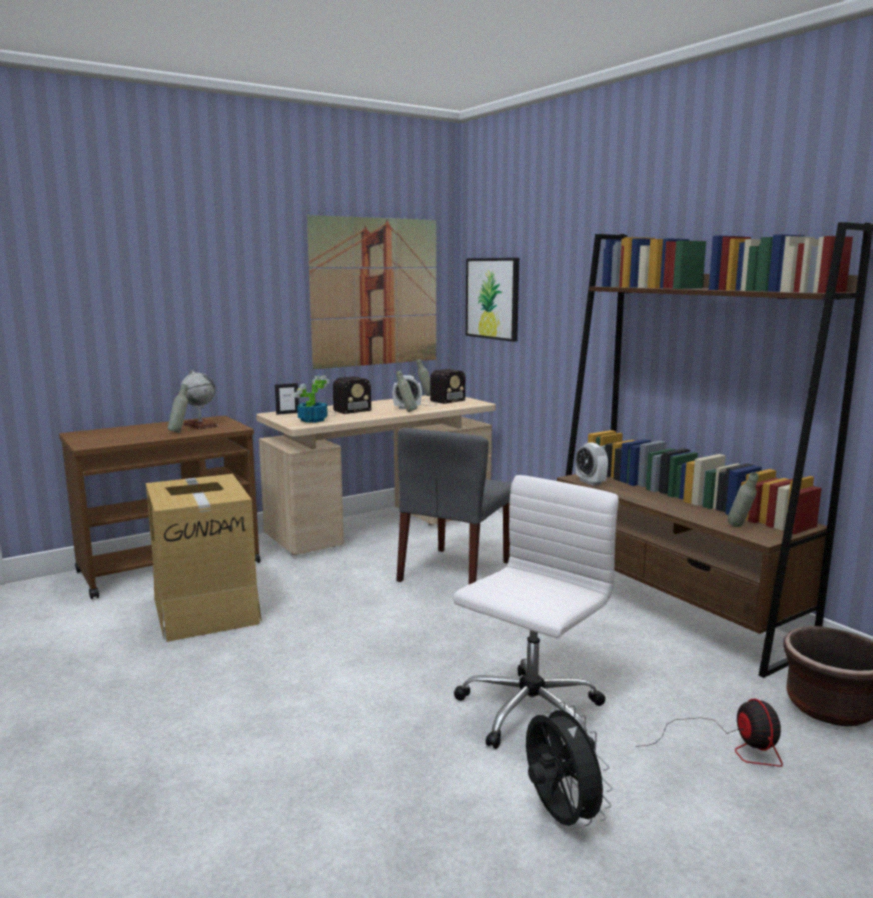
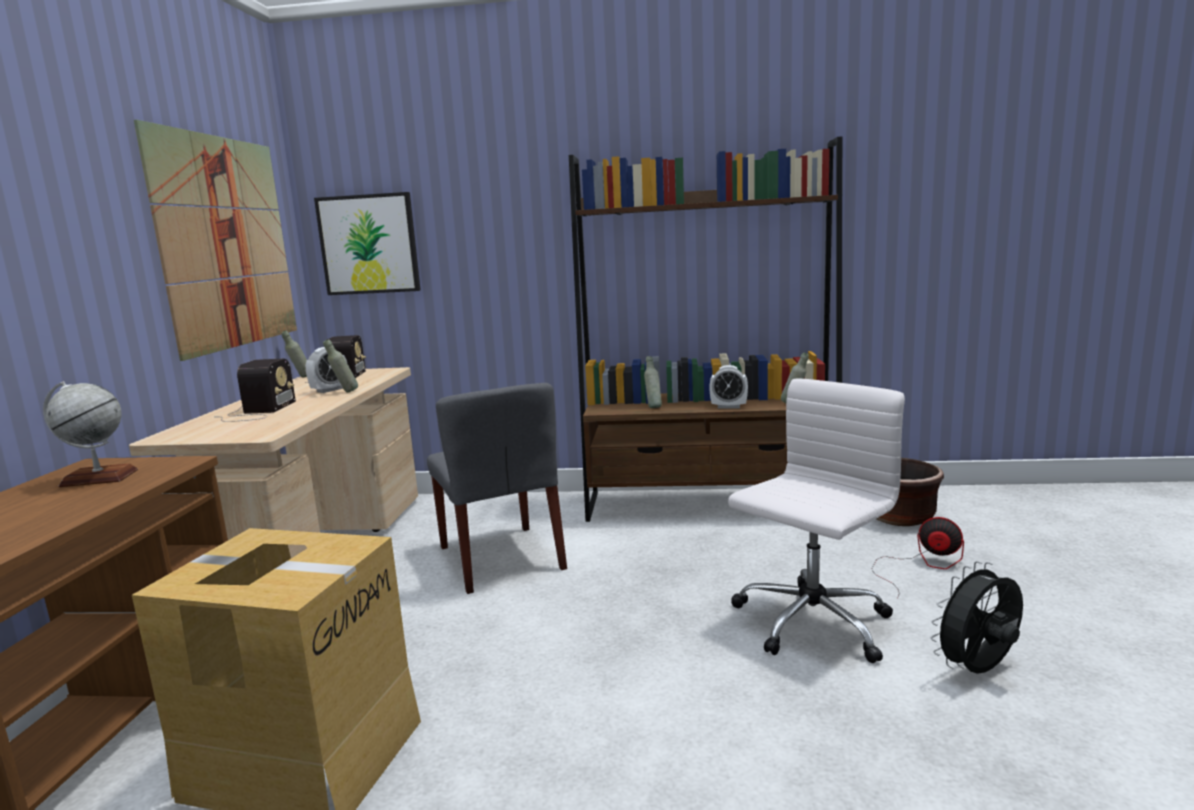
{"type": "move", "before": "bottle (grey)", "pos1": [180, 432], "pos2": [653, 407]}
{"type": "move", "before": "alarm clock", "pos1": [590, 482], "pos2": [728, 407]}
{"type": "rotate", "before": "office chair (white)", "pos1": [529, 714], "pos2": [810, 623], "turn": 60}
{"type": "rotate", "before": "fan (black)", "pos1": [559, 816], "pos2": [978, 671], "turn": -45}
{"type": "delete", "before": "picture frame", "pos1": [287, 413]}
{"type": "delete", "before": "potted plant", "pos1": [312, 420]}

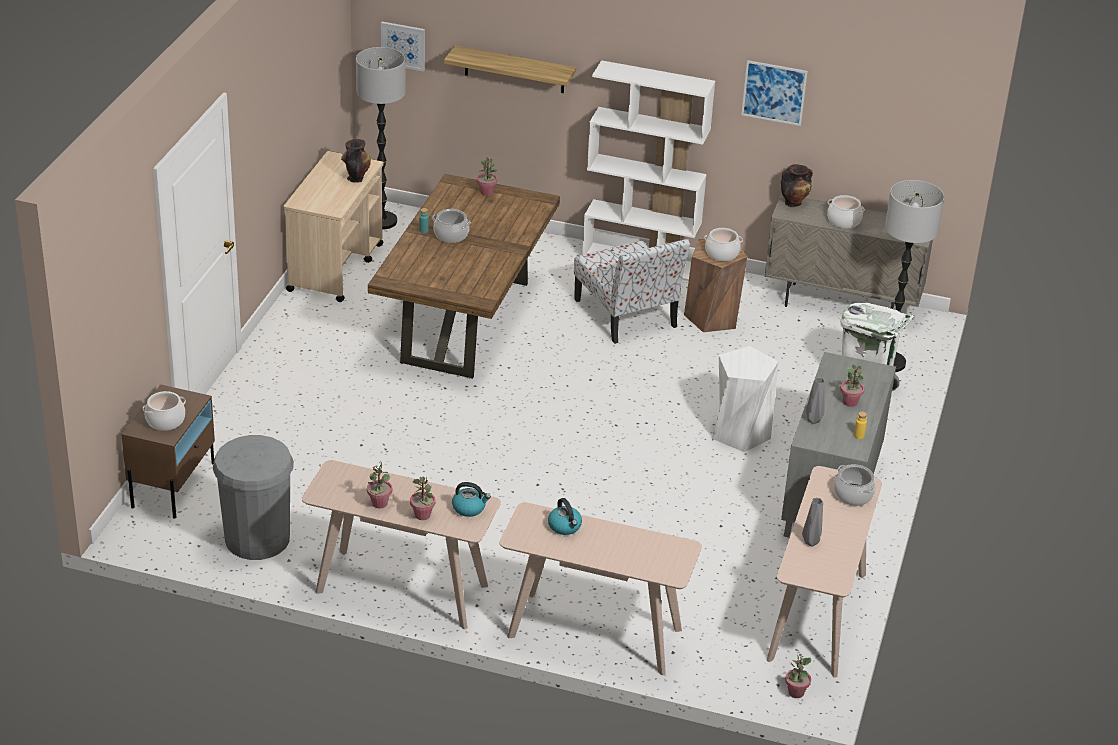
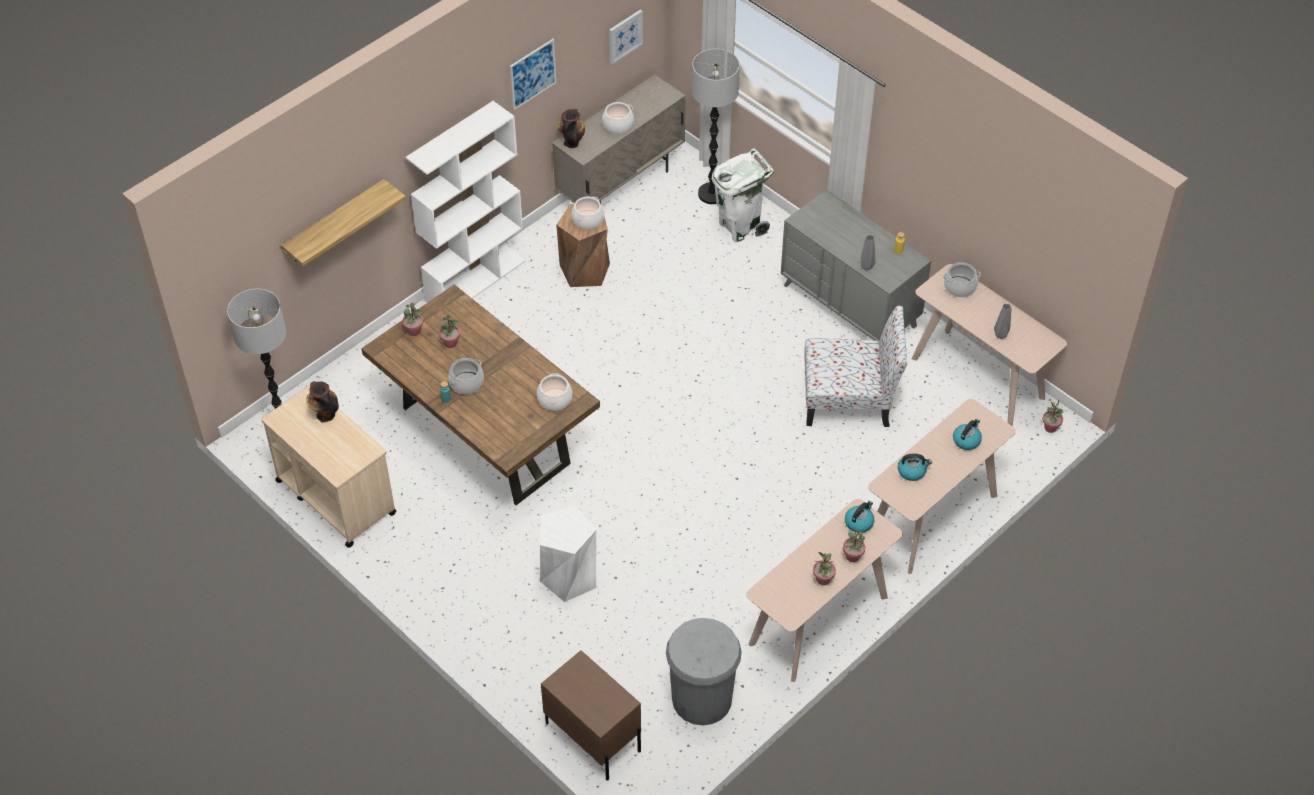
{"type": "move", "before": "potted plant", "pos1": [850, 402], "pos2": [450, 343]}
{"type": "move", "before": "cooking pot", "pos1": [165, 421], "pos2": [555, 399]}
{"type": "move", "before": "stool (white)", "pos1": [740, 433], "pos2": [569, 577]}
{"type": "move", "before": "picture", "pos1": [403, 45], "pos2": [625, 36]}
{"type": "move", "before": "chair", "pos1": [627, 315], "pos2": [849, 399]}
{"type": "insert", "after": "kettle", "pos2": [966, 440]}

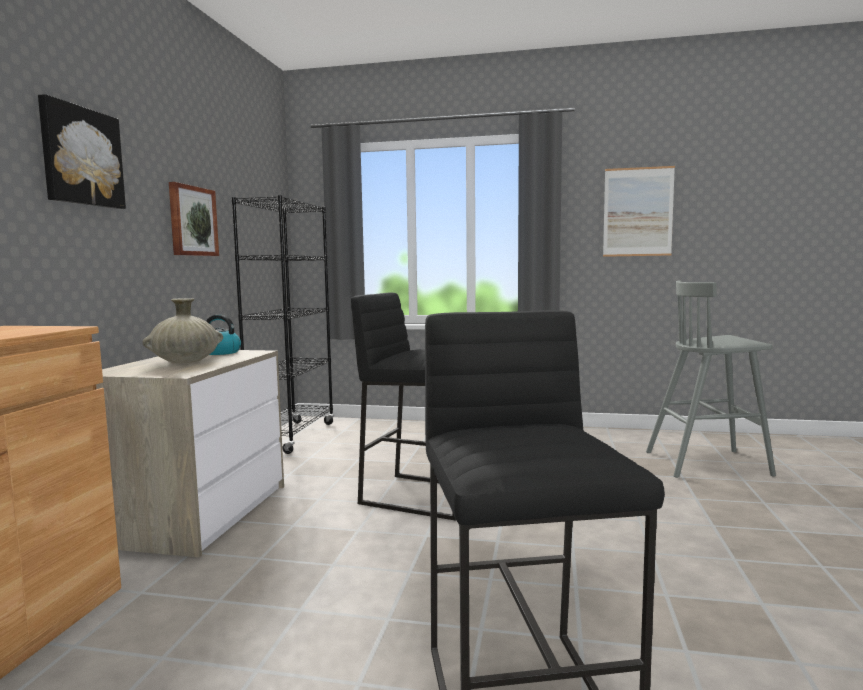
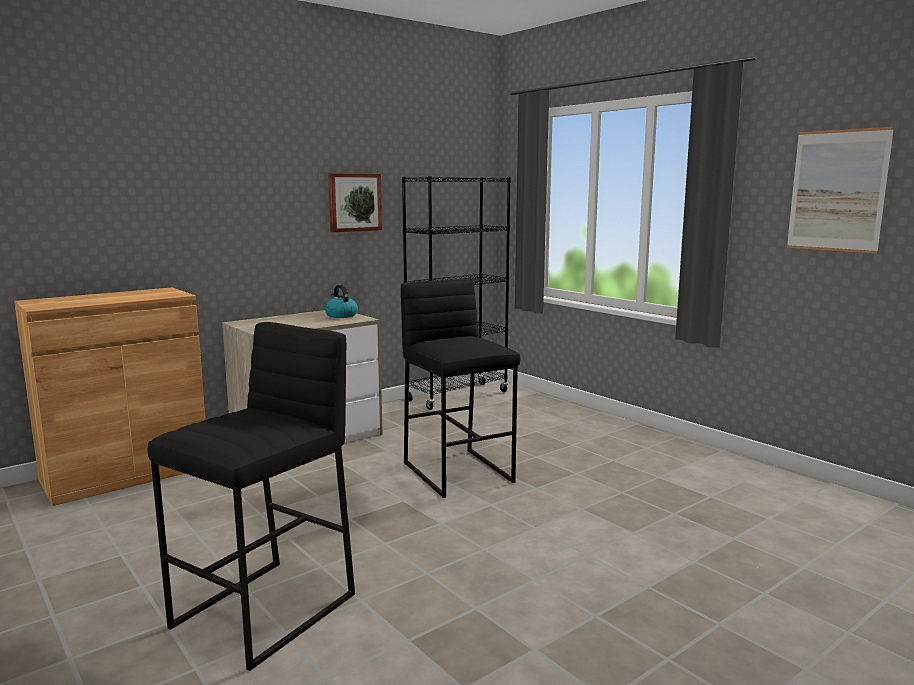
{"type": "delete", "before": "picture", "pos1": [81, 157]}
{"type": "delete", "before": "vase (beige)", "pos1": [185, 362]}
{"type": "delete", "before": "stool (grey)", "pos1": [709, 463]}

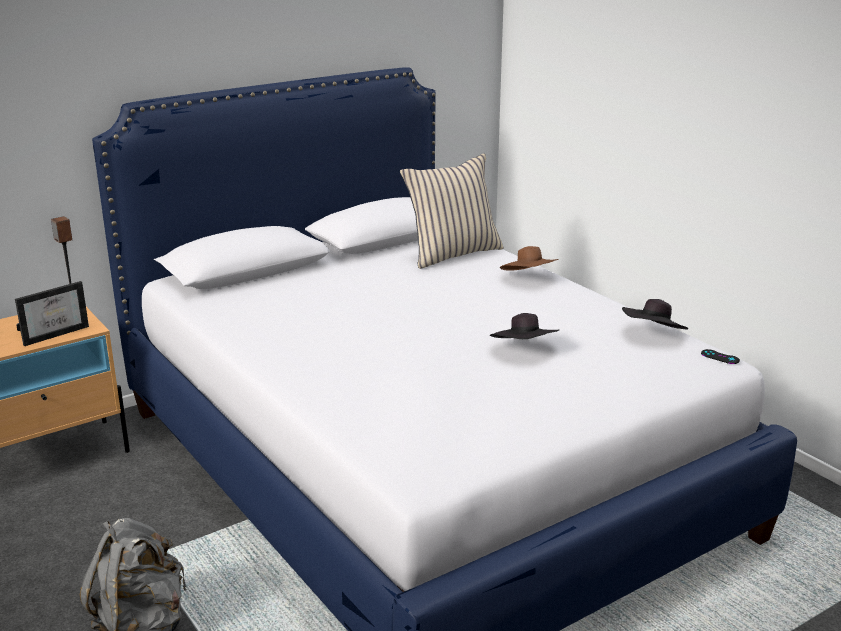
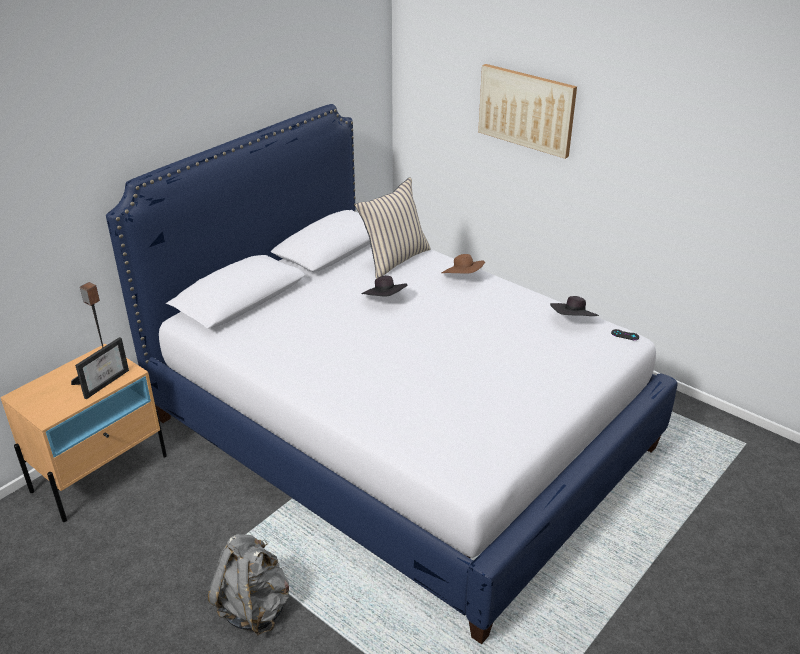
{"type": "move", "before": "hat (black)", "pos1": [524, 350], "pos2": [385, 300]}
{"type": "insert", "after": "picture", "pos2": [526, 109]}

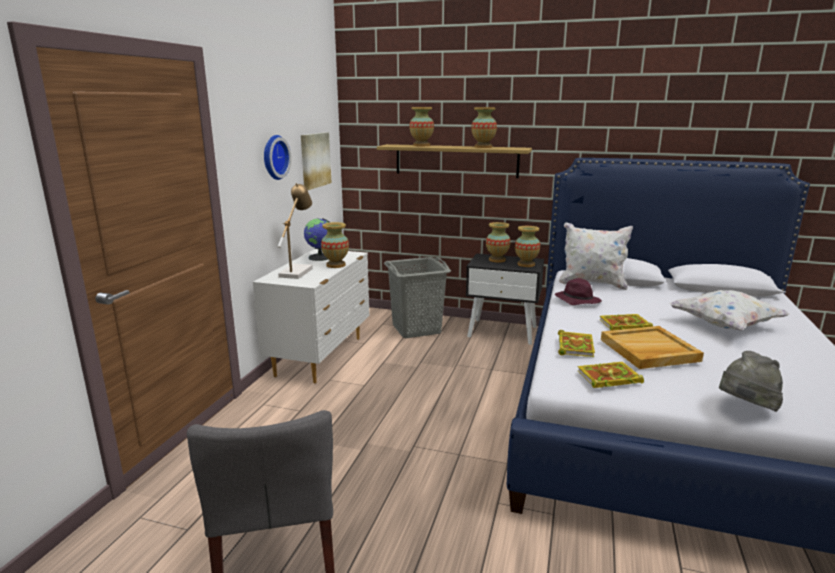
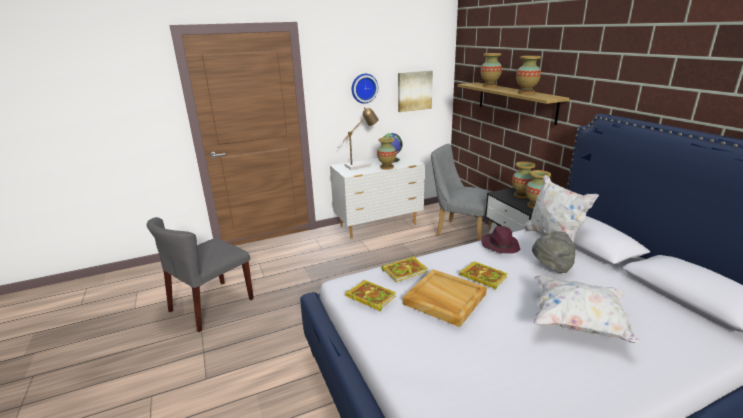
{"type": "replace", "before": "laundry basket (grey)", "after": "chair (grey)", "pos1": [416, 329], "pos2": [459, 231]}
{"type": "move", "before": "hat (grey)", "pos1": [745, 408], "pos2": [551, 267]}

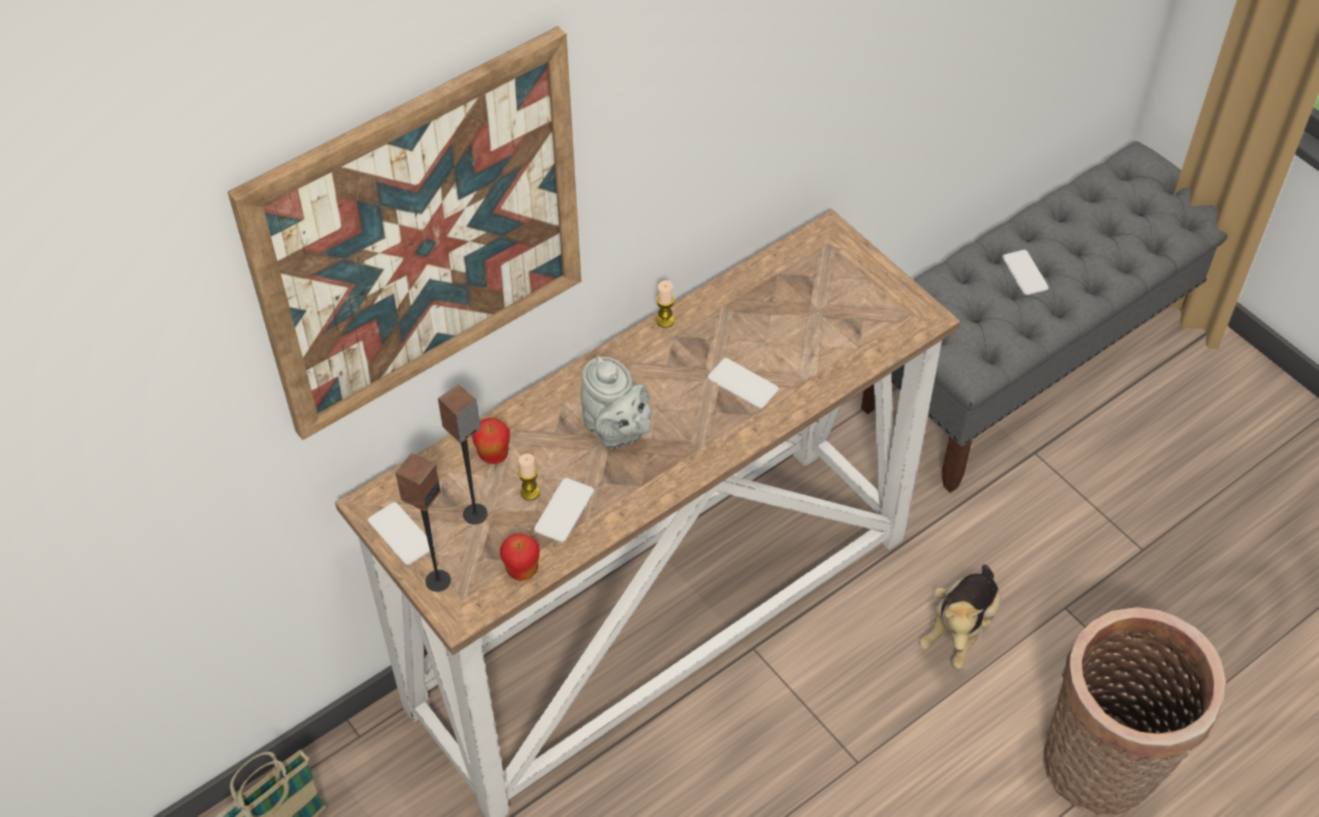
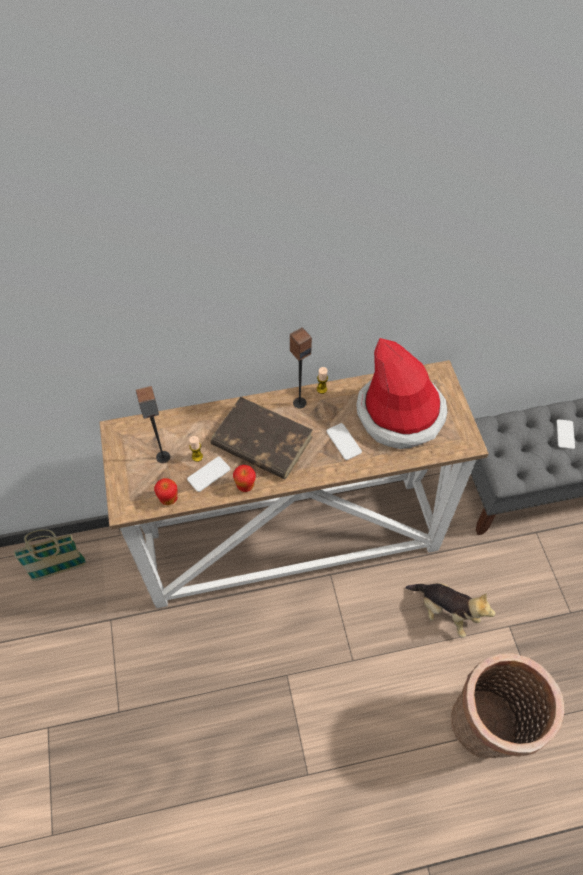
{"type": "replace", "before": "teapot (grey)", "after": "book (brown)", "pos1": [616, 431], "pos2": [261, 441]}
{"type": "move", "before": "apple", "pos1": [493, 455], "pos2": [245, 485]}
{"type": "move", "before": "speaker", "pos1": [437, 580], "pos2": [299, 402]}
{"type": "insert", "after": "hat", "pos2": [400, 413]}
{"type": "rotate", "before": "plush toy", "pos1": [960, 628], "pos2": [445, 612], "turn": -105}
{"type": "delete", "before": "picture", "pos1": [421, 237]}
{"type": "delete", "before": "phone", "pos1": [401, 534]}

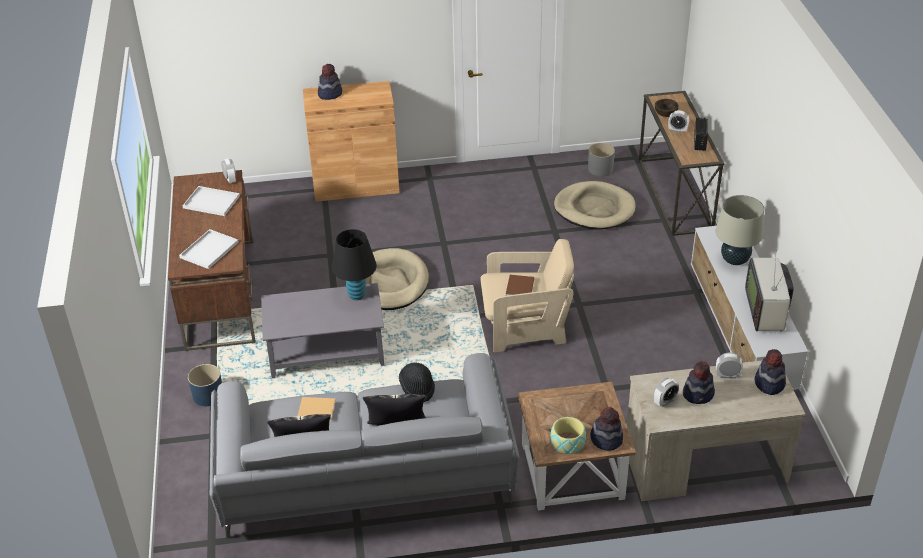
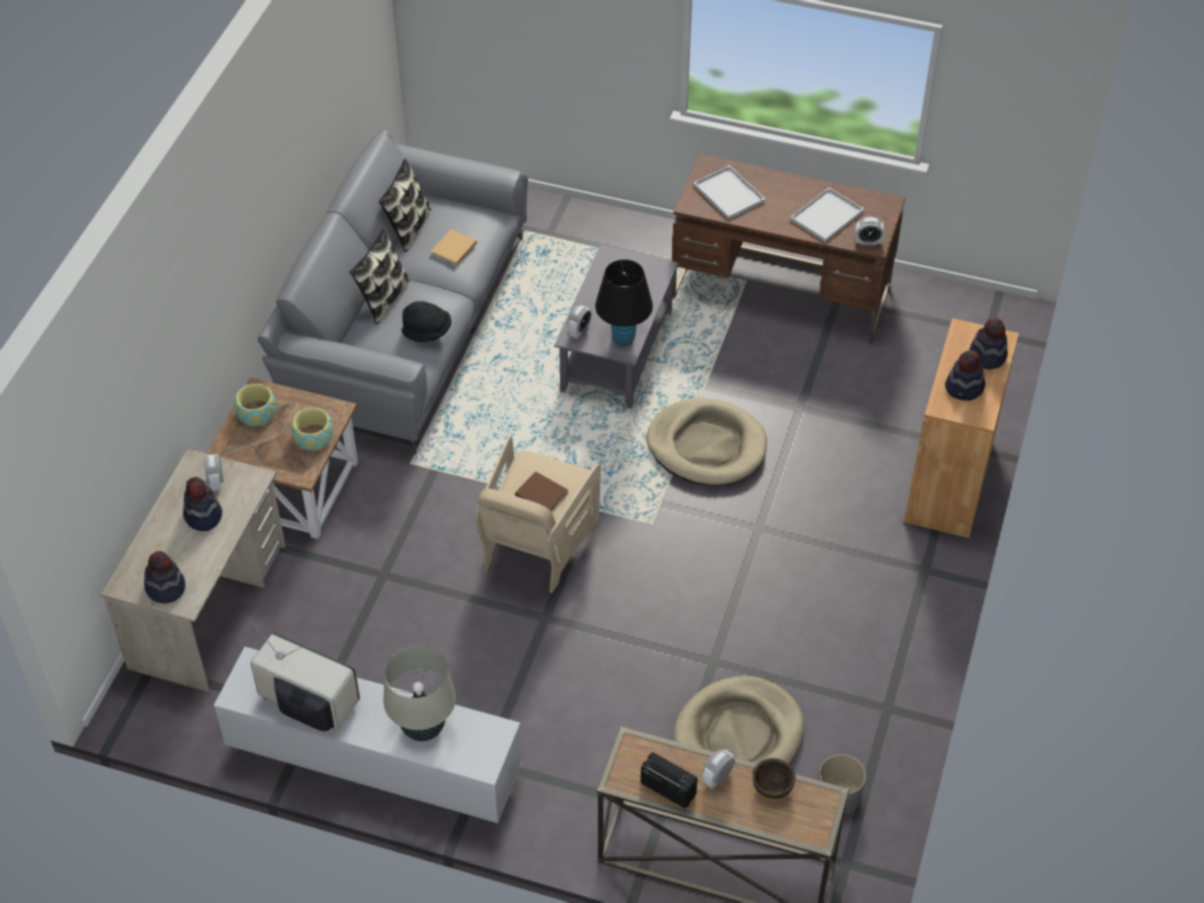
{"type": "insert", "after": "bowl", "pos2": [313, 437]}
{"type": "move", "before": "alarm clock", "pos1": [727, 375], "pos2": [579, 331]}
{"type": "move", "before": "hat", "pos1": [606, 439], "pos2": [964, 388]}
{"type": "delete", "before": "planter (blue)", "pos1": [208, 395]}

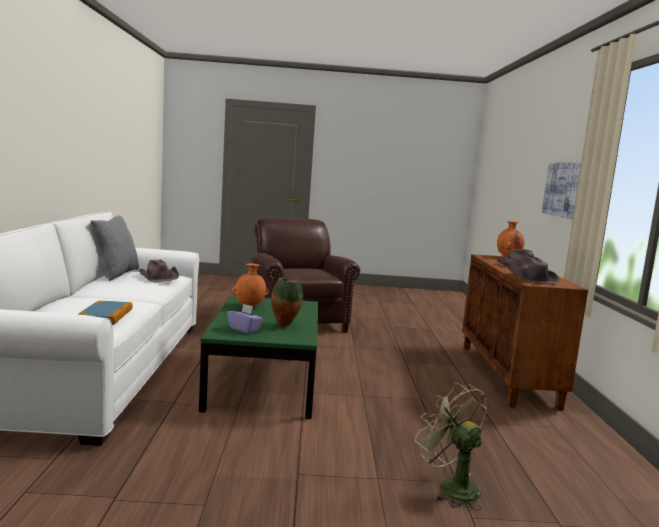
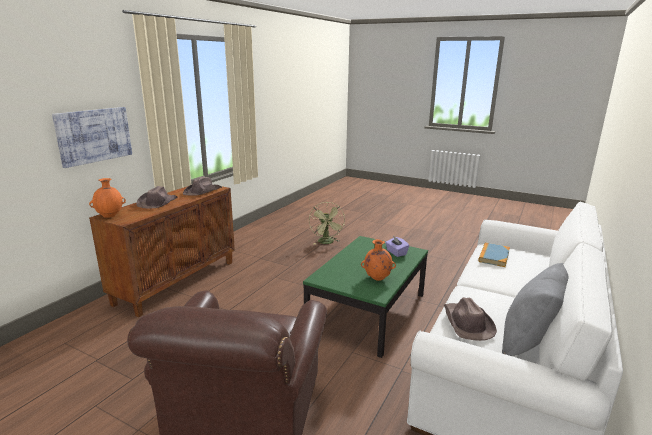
{"type": "delete", "before": "vase", "pos1": [285, 325]}

